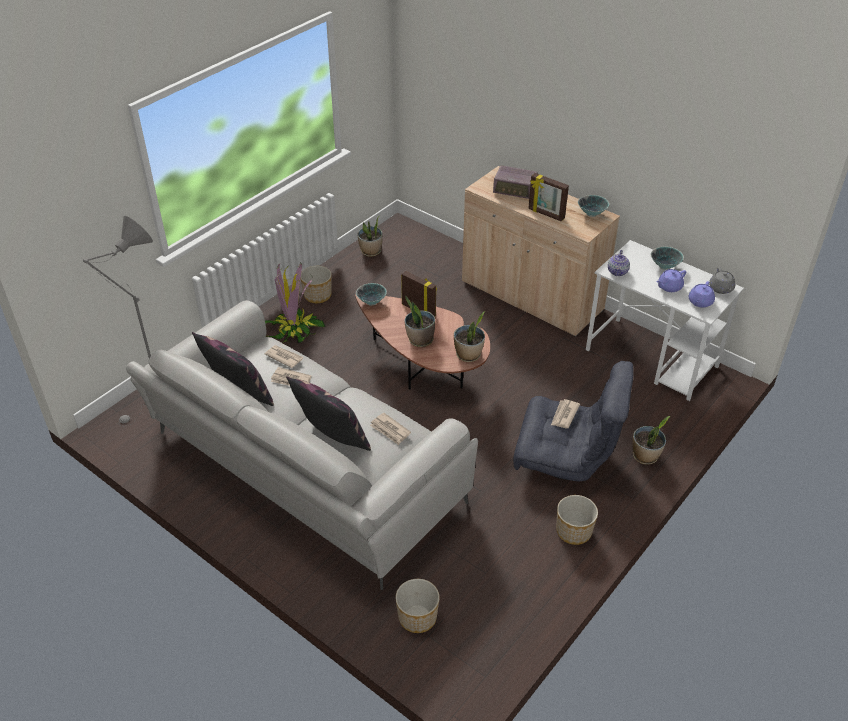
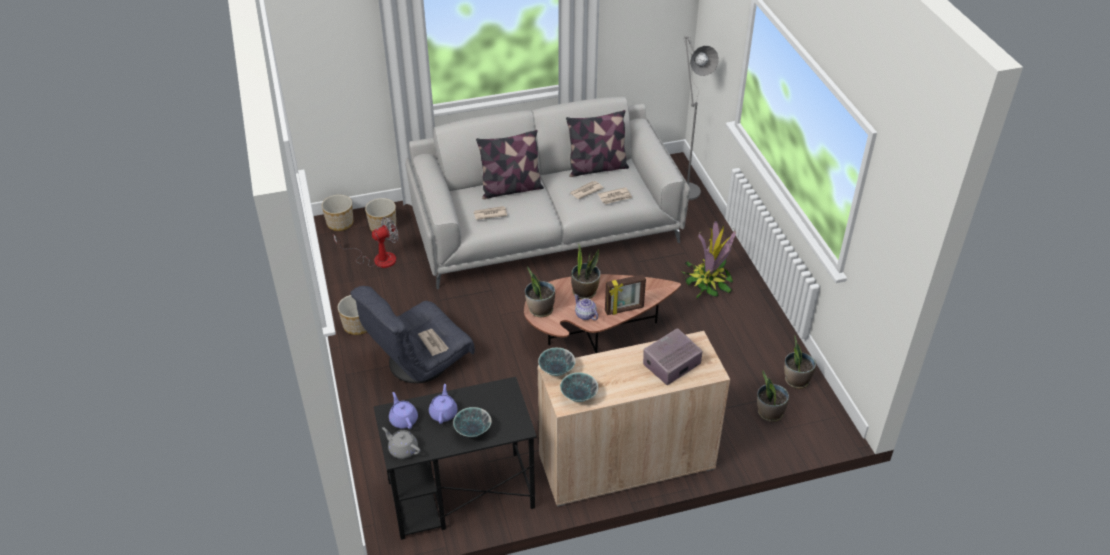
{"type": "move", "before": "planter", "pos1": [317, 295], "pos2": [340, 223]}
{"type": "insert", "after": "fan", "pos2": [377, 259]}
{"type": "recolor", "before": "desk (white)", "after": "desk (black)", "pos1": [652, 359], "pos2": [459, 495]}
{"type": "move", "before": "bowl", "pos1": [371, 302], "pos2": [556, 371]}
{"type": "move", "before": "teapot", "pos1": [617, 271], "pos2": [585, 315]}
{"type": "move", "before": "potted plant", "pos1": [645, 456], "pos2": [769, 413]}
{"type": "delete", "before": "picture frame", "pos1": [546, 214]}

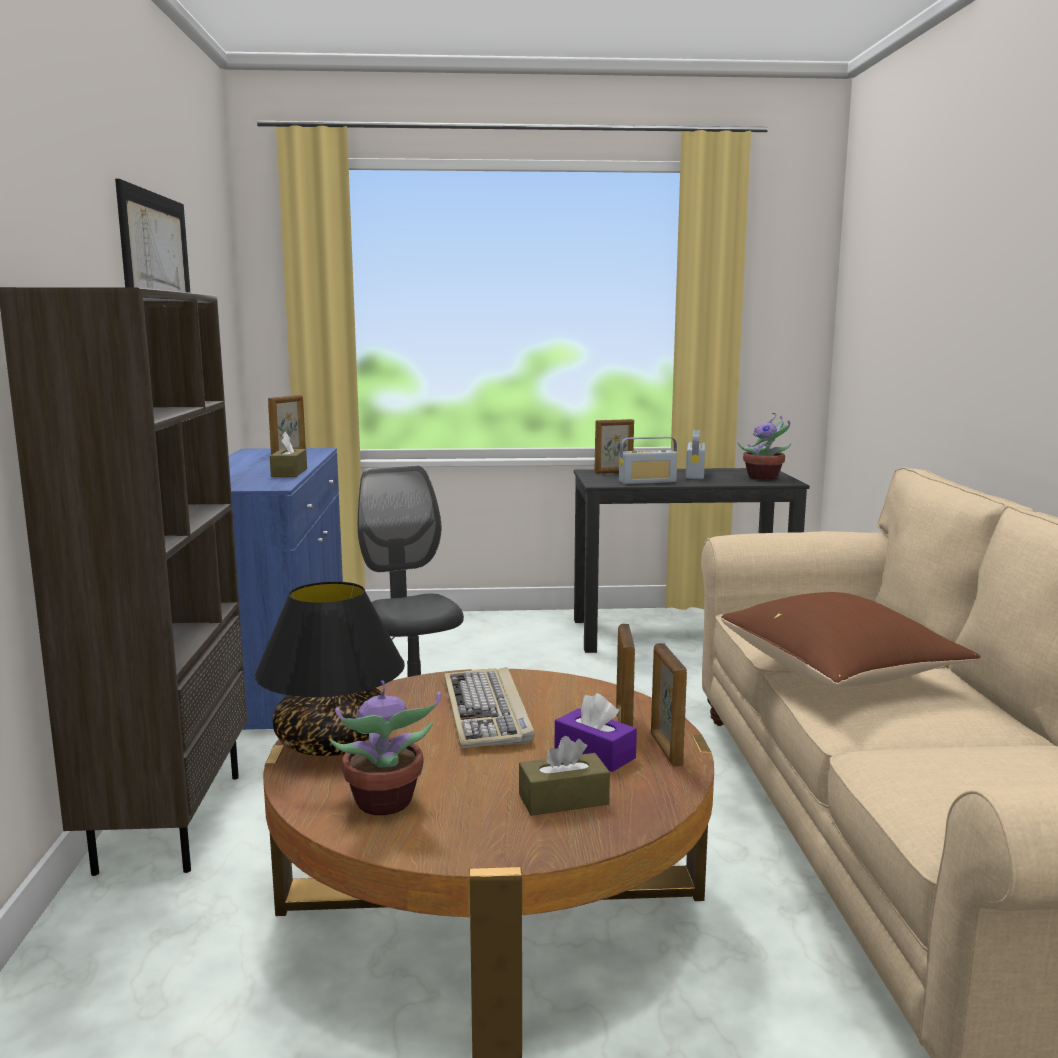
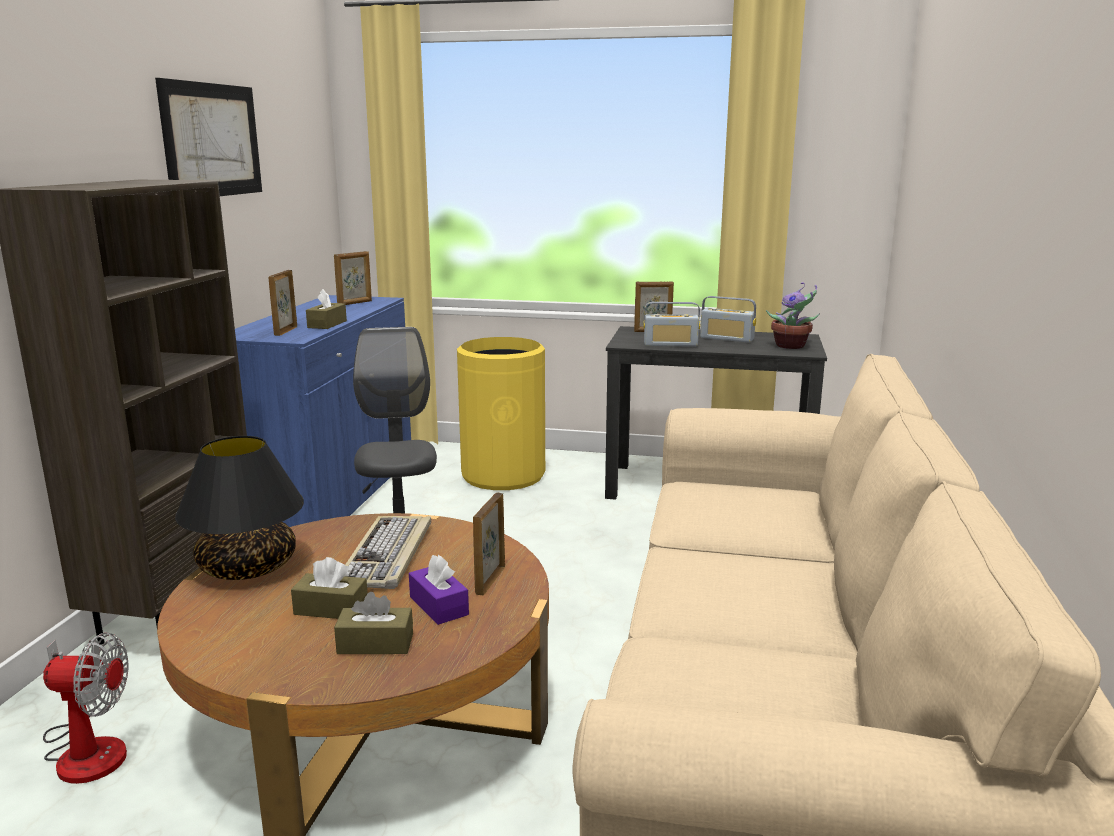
{"type": "insert", "after": "fan", "pos2": [87, 748]}
{"type": "move", "before": "picture frame", "pos1": [665, 749], "pos2": [285, 331]}
{"type": "insert", "after": "tissue box (brown)", "pos2": [331, 609]}
{"type": "insert", "after": "trash can (yellow)", "pos2": [503, 475]}
{"type": "rotate", "before": "radio", "pos1": [695, 475], "pos2": [727, 339], "turn": -90}
{"type": "delete", "before": "potted plant", "pos1": [384, 804]}
{"type": "delete", "before": "pillow (brown)", "pos1": [841, 675]}

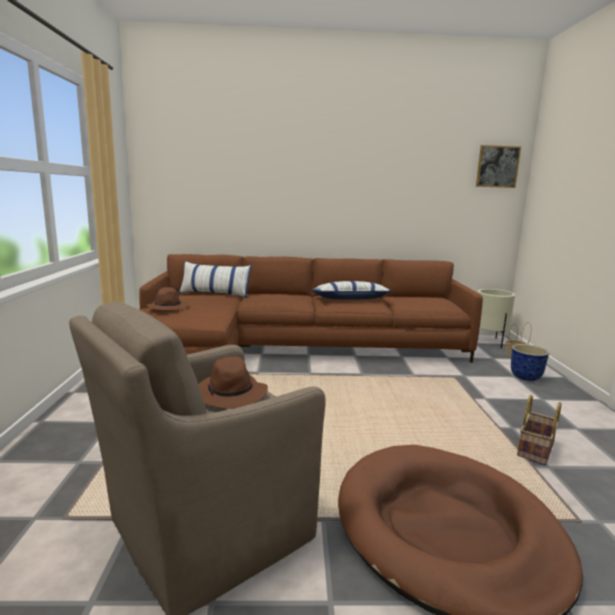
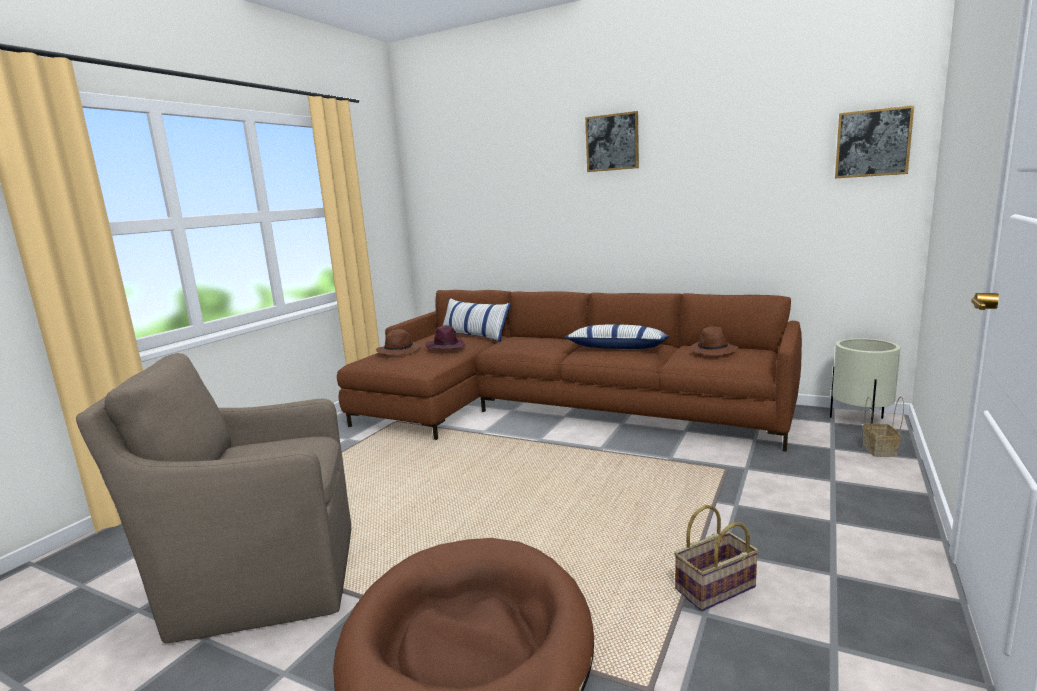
{"type": "insert", "after": "hat (purple)", "pos2": [445, 347]}
{"type": "insert", "after": "picture", "pos2": [612, 142]}
{"type": "move", "before": "hat (brown)", "pos1": [231, 395], "pos2": [713, 351]}
{"type": "delete", "before": "planter", "pos1": [525, 377]}

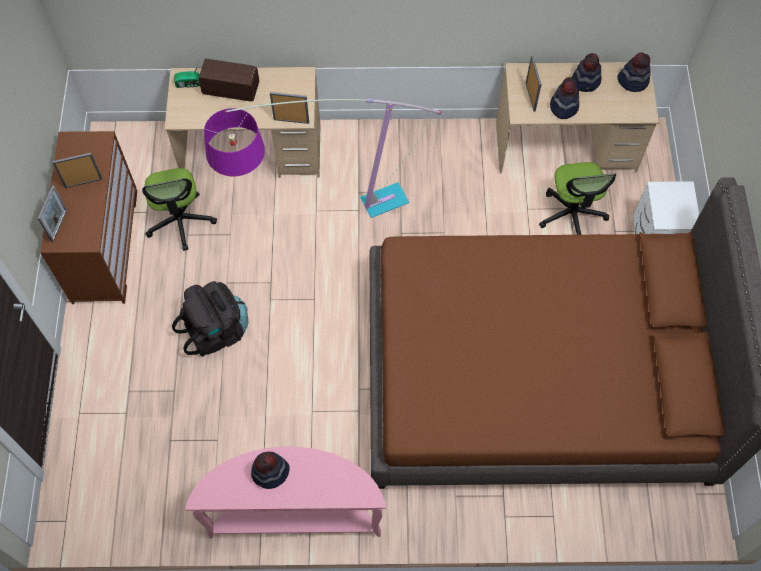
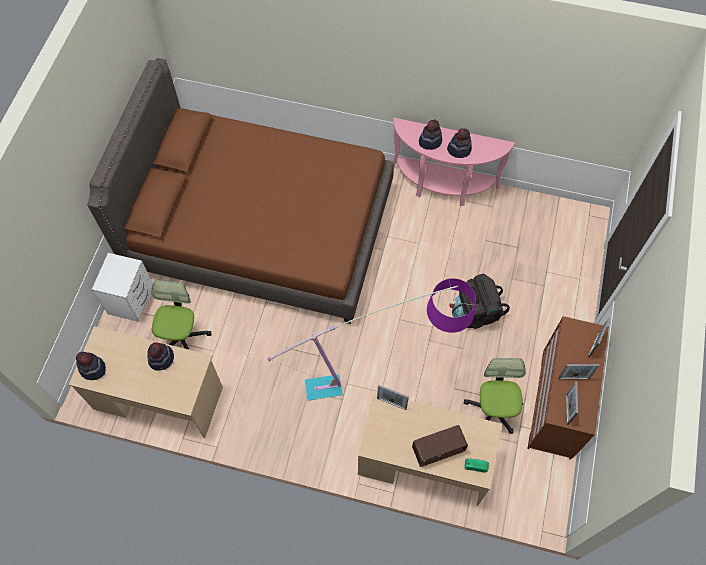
{"type": "rotate", "before": "radio", "pos1": [231, 90], "pos2": [438, 449], "turn": -45}
{"type": "move", "before": "hat", "pos1": [586, 81], "pos2": [430, 141]}
{"type": "move", "before": "picture frame", "pos1": [530, 97], "pos2": [567, 409]}

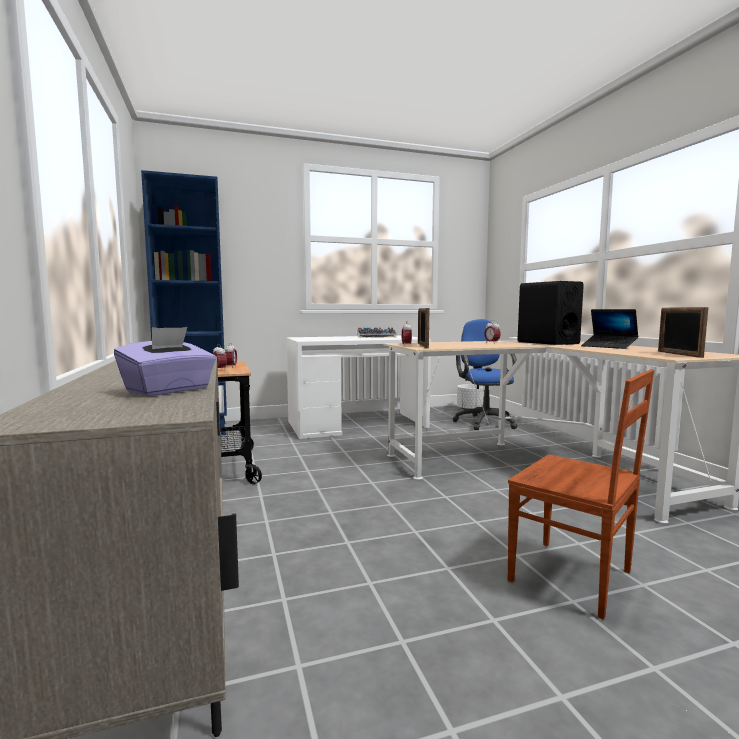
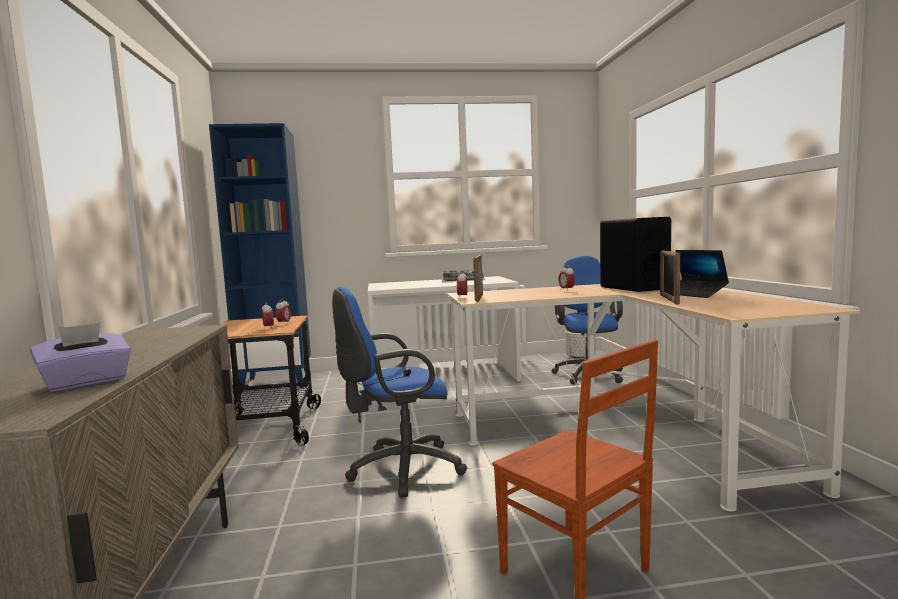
{"type": "insert", "after": "office chair (blue)", "pos2": [399, 470]}
{"type": "move", "before": "picture frame", "pos1": [678, 354], "pos2": [669, 299]}

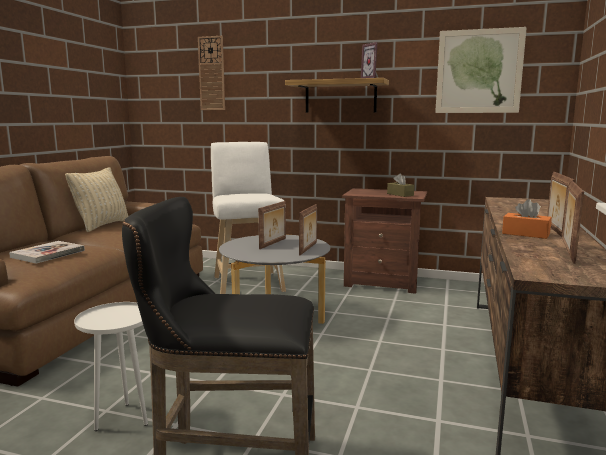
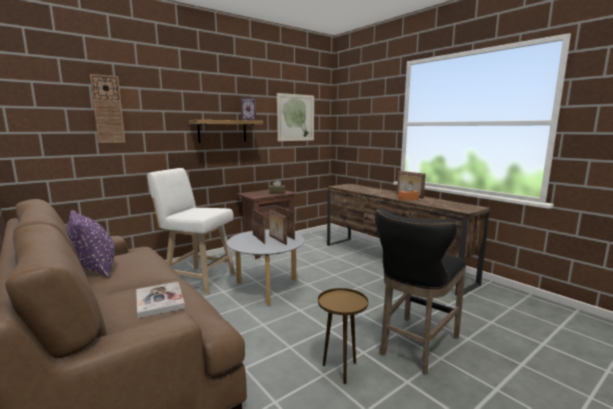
{"type": "recolor", "before": "pillow (beige)", "after": "pillow (purple)", "pos1": [102, 225], "pos2": [95, 269]}
{"type": "move", "before": "picture frame", "pos1": [567, 252], "pos2": [277, 240]}
{"type": "recolor", "before": "side table (white)", "after": "side table (brown)", "pos1": [123, 419], "pos2": [341, 370]}

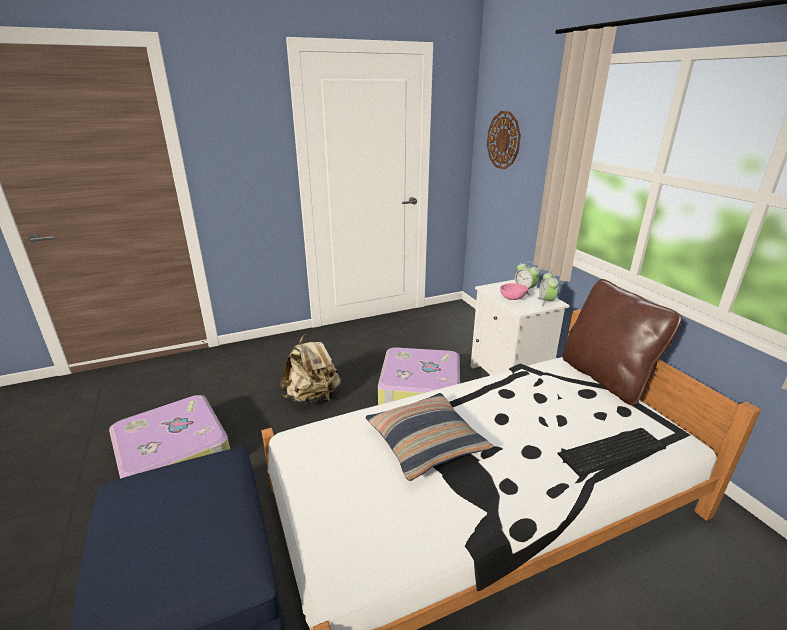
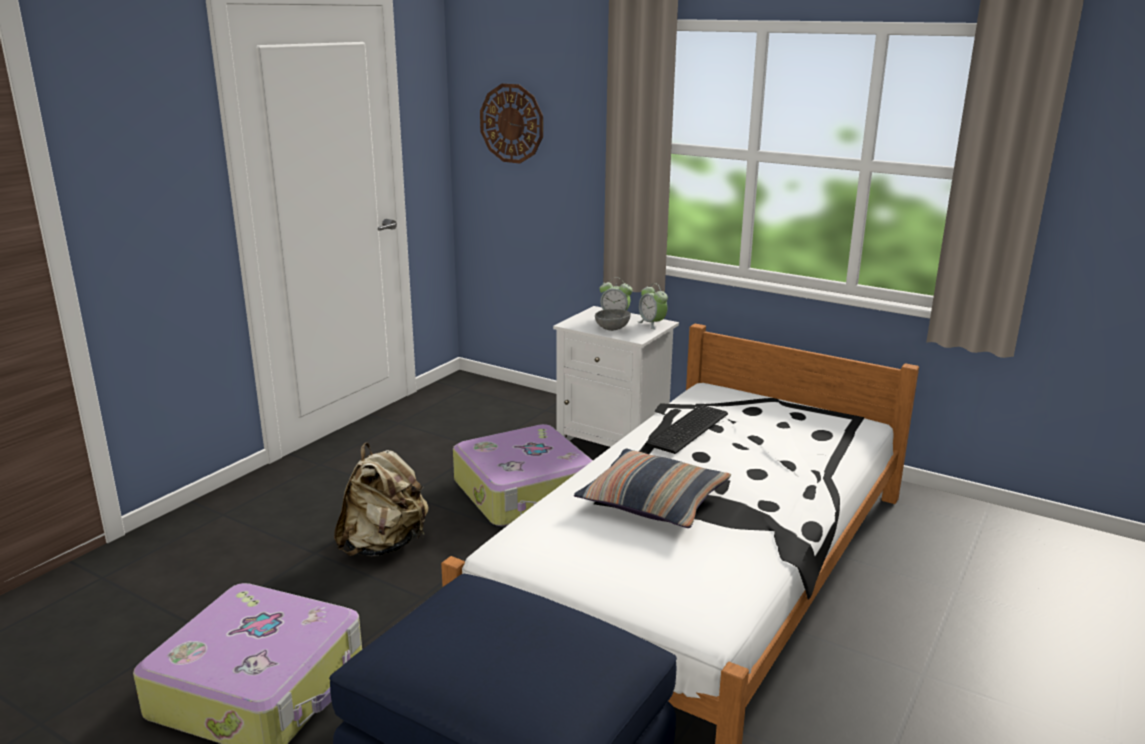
{"type": "recolor", "before": "bowl (pink)", "after": "bowl (grey)", "pos1": [512, 298], "pos2": [611, 328]}
{"type": "move", "before": "keyboard", "pos1": [614, 452], "pos2": [690, 429]}
{"type": "delete", "before": "pillow (brown)", "pos1": [605, 378]}

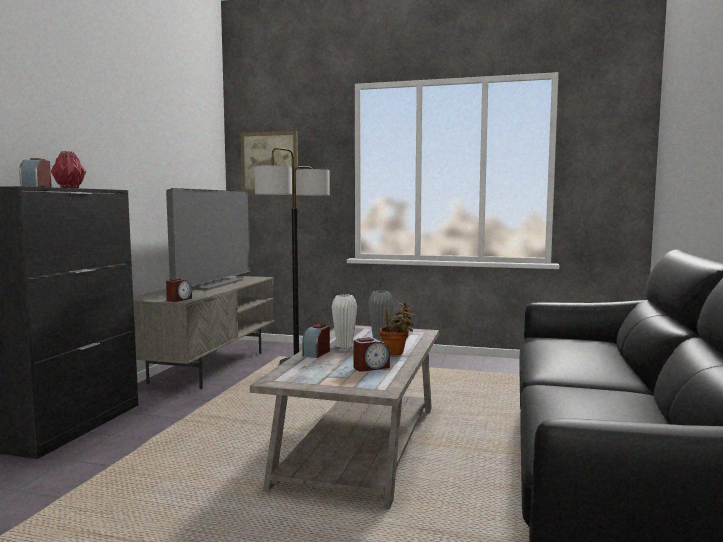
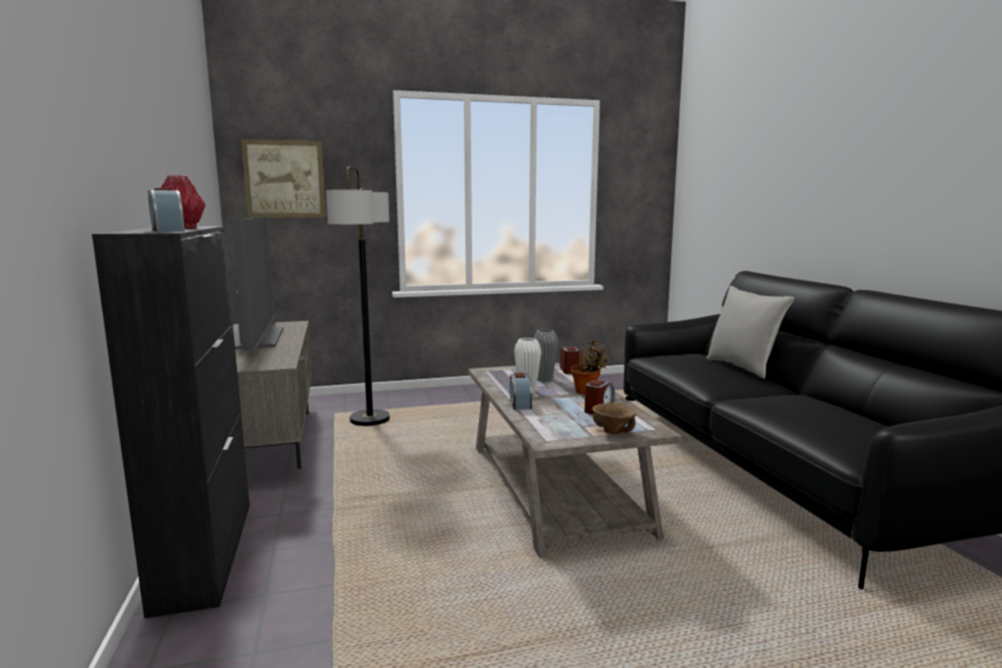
{"type": "move", "before": "alarm clock", "pos1": [179, 299], "pos2": [569, 370]}
{"type": "insert", "after": "bowl (brown)", "pos2": [612, 432]}
{"type": "insert", "after": "pillow (grey)", "pos2": [743, 367]}

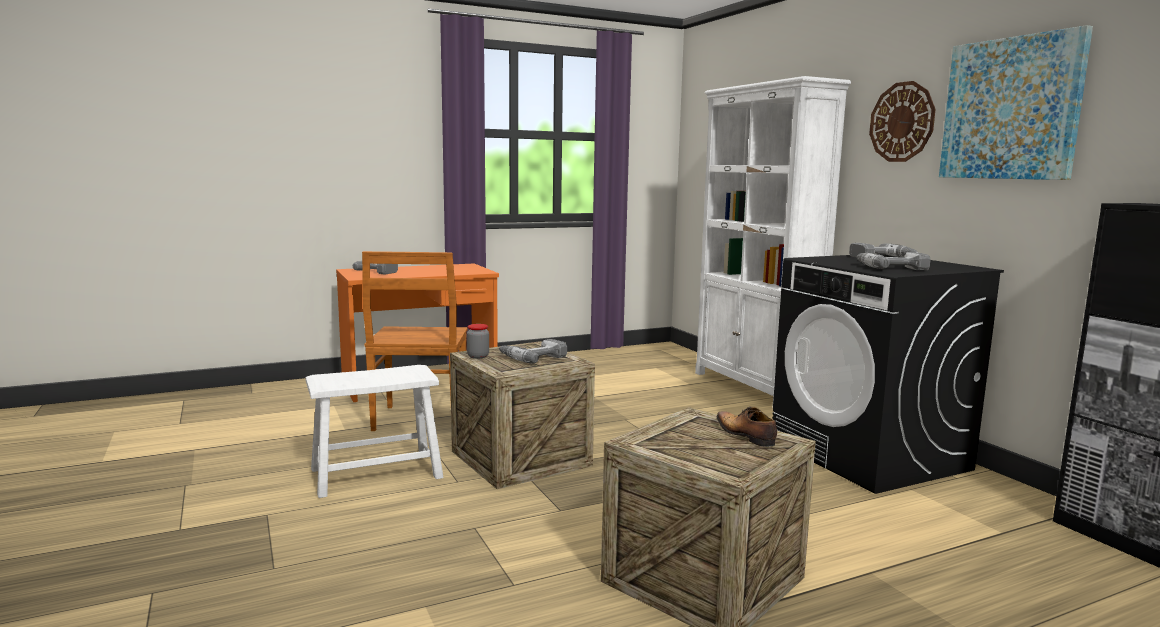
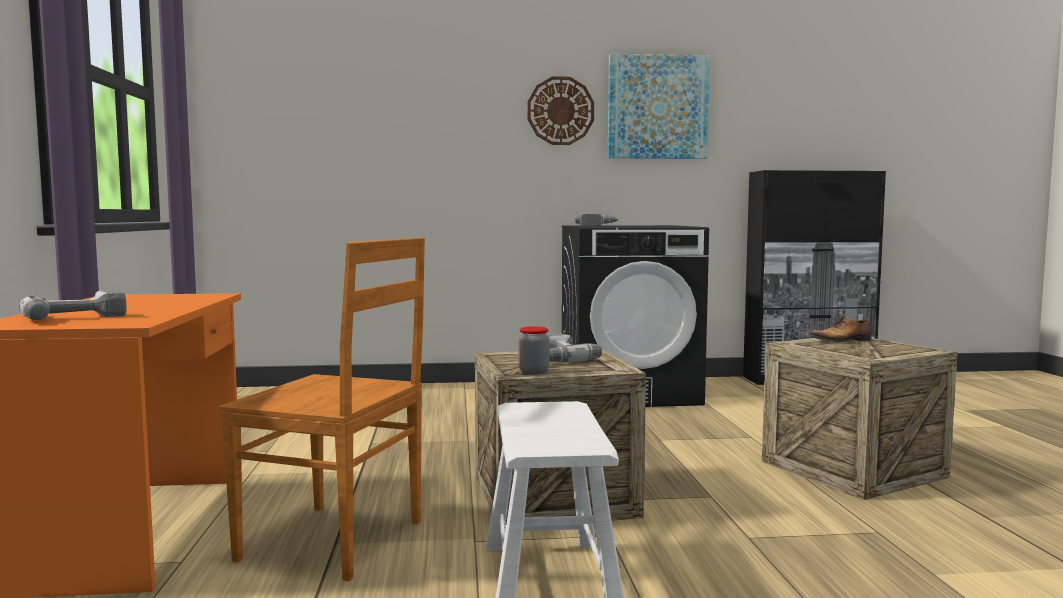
{"type": "delete", "before": "bookcase (white)", "pos1": [754, 387]}
{"type": "delete", "before": "power drill", "pos1": [890, 267]}

